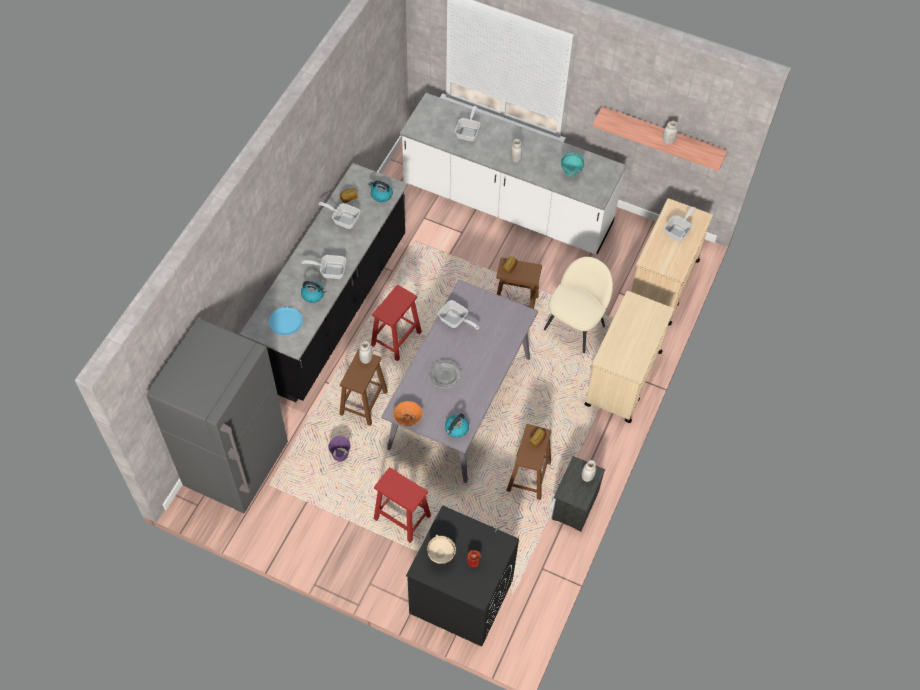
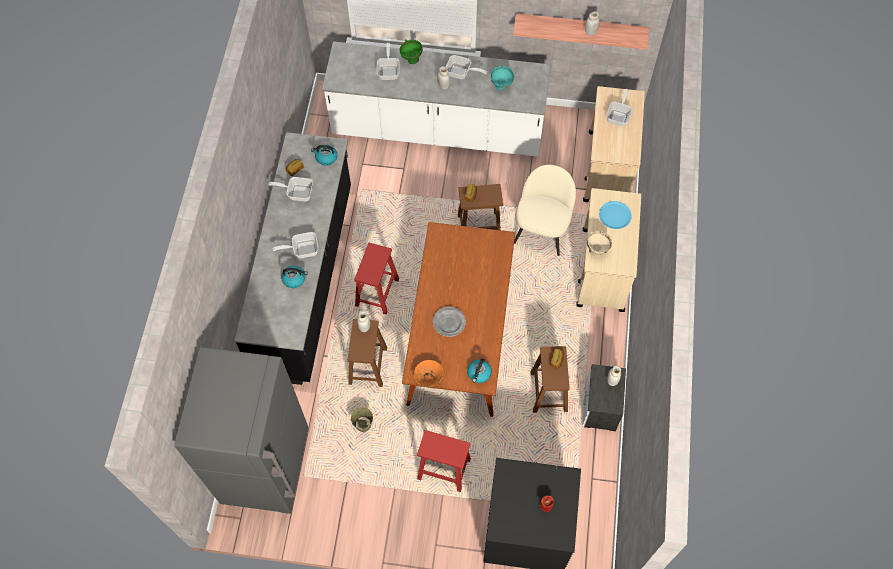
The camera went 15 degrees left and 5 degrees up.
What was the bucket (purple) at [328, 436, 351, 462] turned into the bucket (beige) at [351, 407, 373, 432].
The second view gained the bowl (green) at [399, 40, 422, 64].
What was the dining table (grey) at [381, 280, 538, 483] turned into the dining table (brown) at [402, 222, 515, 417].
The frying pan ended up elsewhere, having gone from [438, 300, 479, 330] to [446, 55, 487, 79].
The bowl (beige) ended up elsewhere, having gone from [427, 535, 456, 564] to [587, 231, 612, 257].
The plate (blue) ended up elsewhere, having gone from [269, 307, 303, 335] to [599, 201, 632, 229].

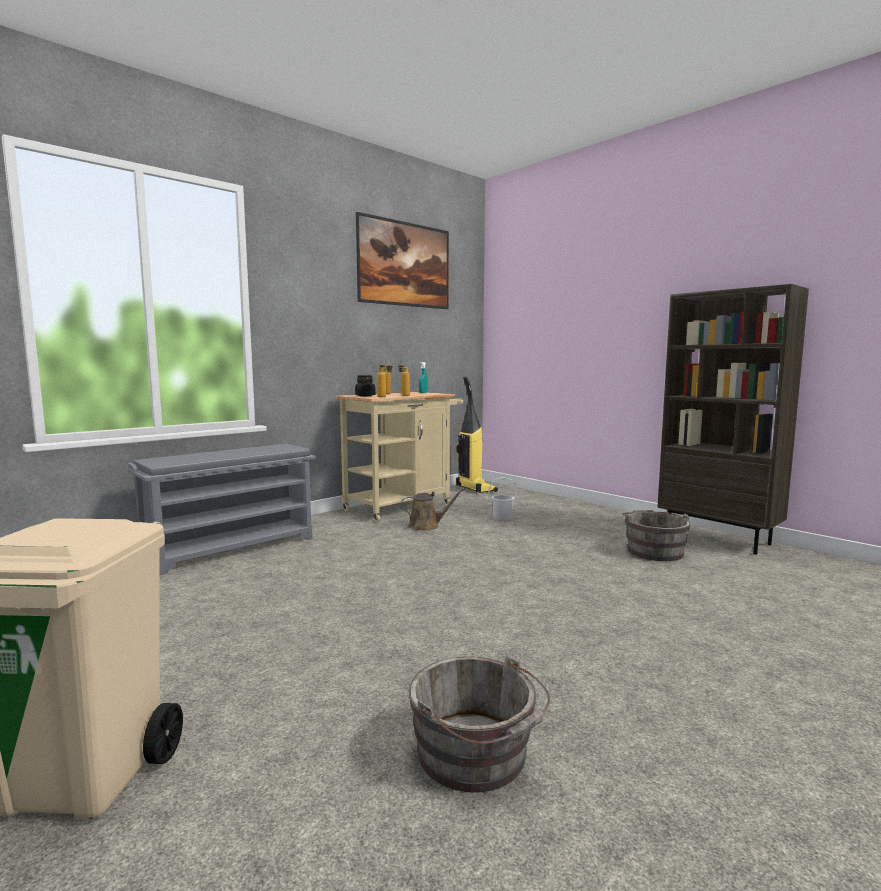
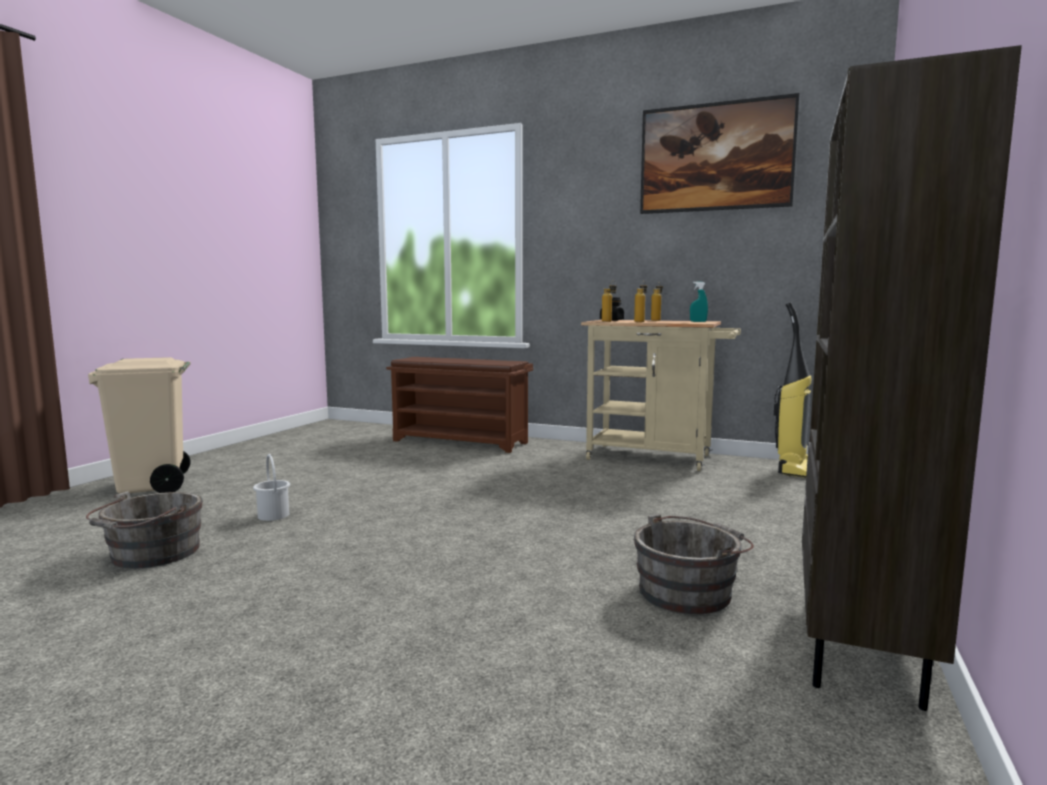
The camera went 65 degrees right and 0 degrees up.
The bucket (white) ended up elsewhere, having gone from [488, 477, 518, 520] to [253, 454, 290, 521].
What was the shoe rack (grey) at [127, 444, 316, 576] turned into the shoe rack (brown) at [386, 357, 533, 453].
The second view lost the watering can (brown) at [401, 488, 465, 531].

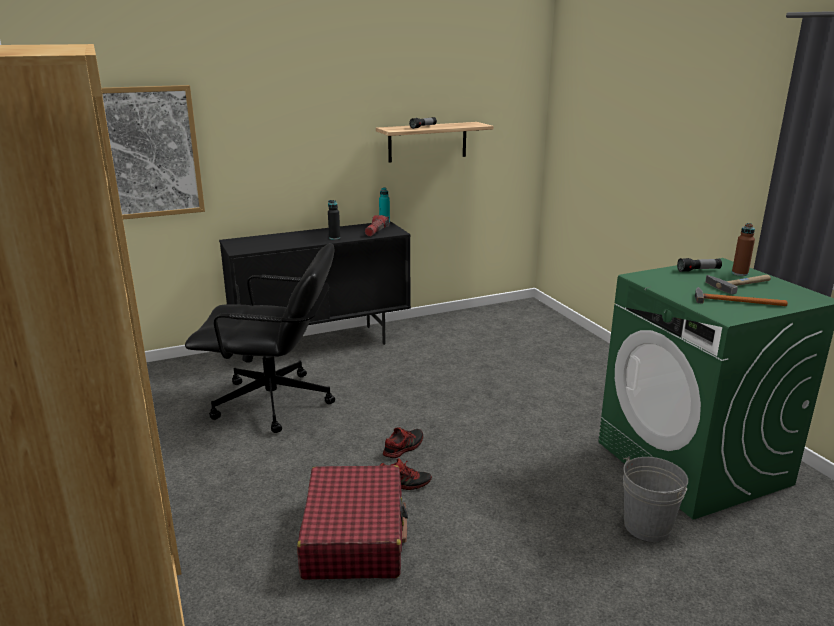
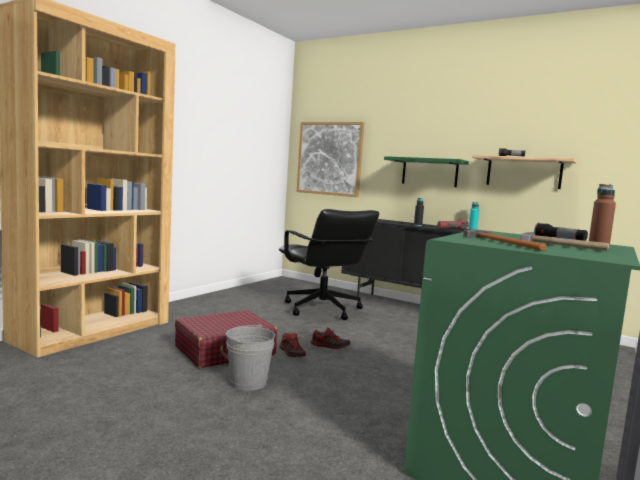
The camera went 55 degrees right and 15 degrees down.
The bucket (grey) ended up elsewhere, having gone from [623, 456, 688, 542] to [226, 324, 275, 391].
The second view gained the shelf (green) at [384, 156, 469, 187].

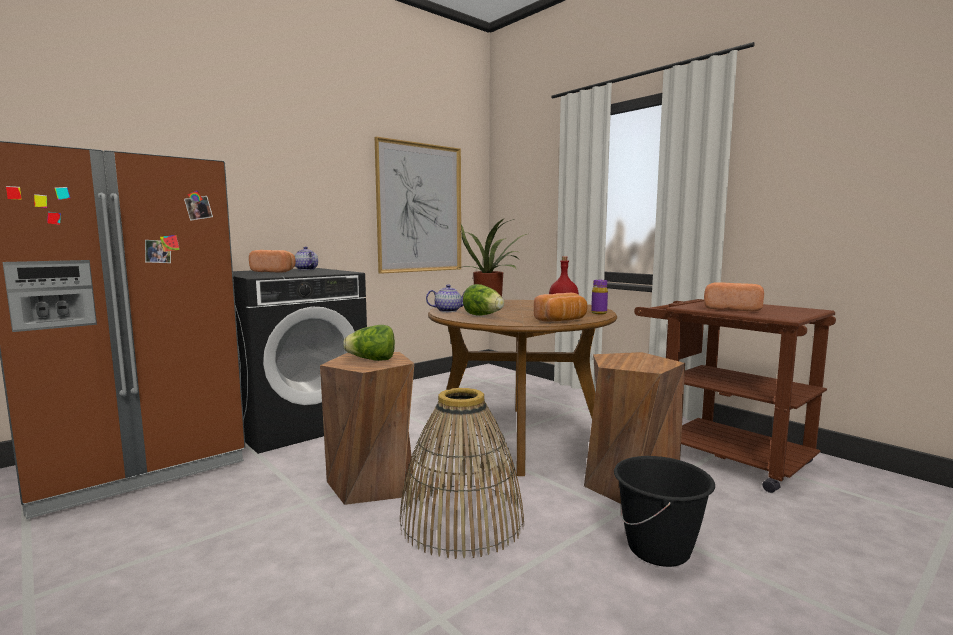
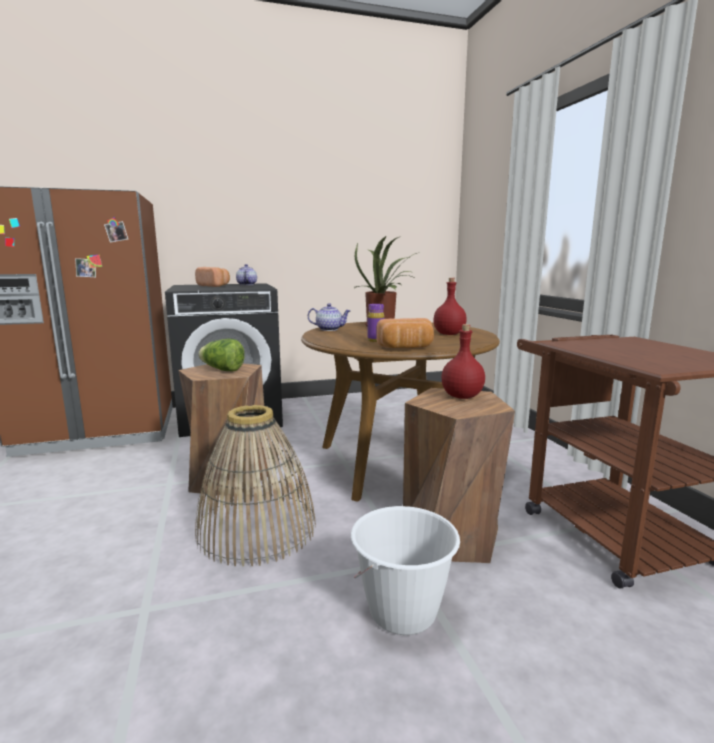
The camera went 25 degrees right and 5 degrees up.
What was the bucket (black) at [614, 456, 715, 567] turned into the bucket (white) at [351, 506, 460, 635].
The bottle (purple) ended up elsewhere, having gone from [591, 280, 608, 314] to [367, 304, 385, 342].
The second view gained the bottle (red) at [442, 324, 485, 399].
The second view lost the picture at [375, 137, 461, 274].
The second view lost the lettuce at [463, 284, 504, 316].
The second view lost the bread at [704, 282, 764, 311].

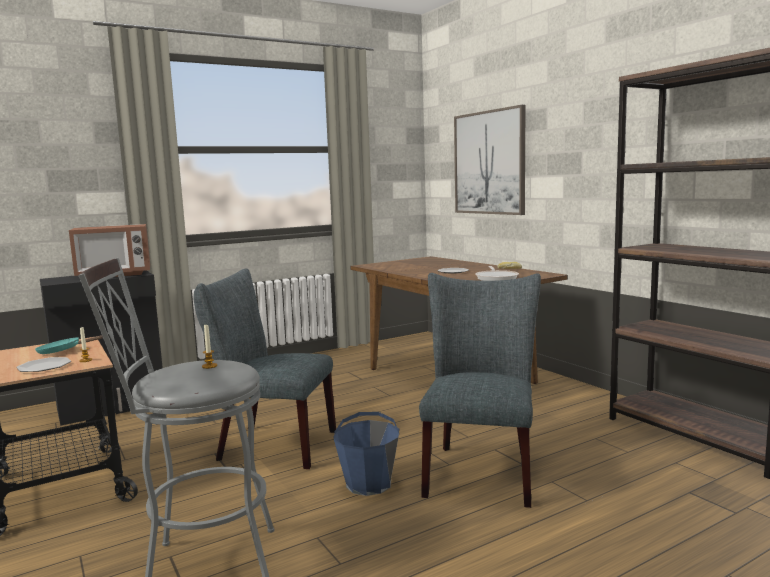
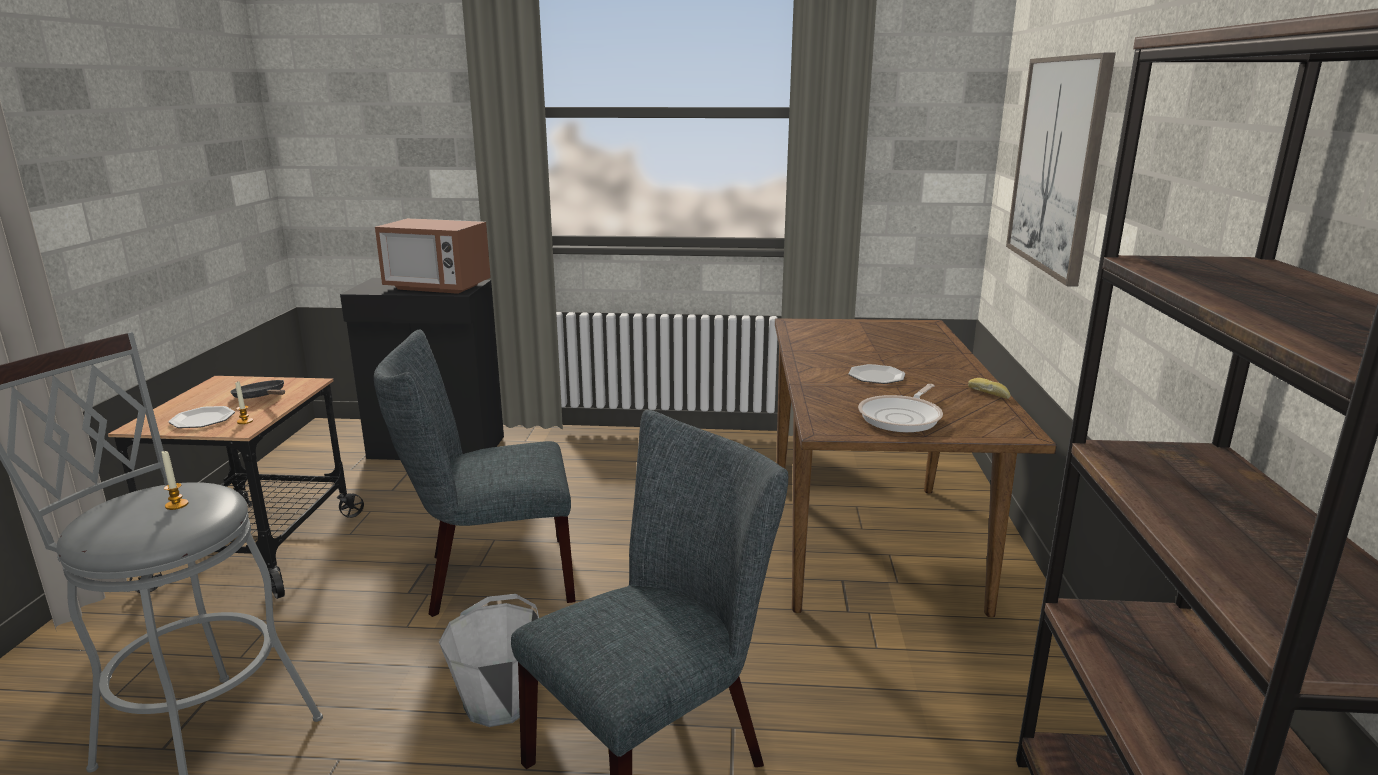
The camera went 35 degrees right and 10 degrees up.
What was the frying pan (turquoise) at [35, 335, 103, 354] turned into the frying pan (black) at [230, 380, 285, 399].
The chair (grey) at [194, 268, 336, 469] ended up facing another way, 60 degrees counterclockwise from before.
What was the bucket (blue) at [333, 412, 399, 496] turned into the bucket (grey) at [439, 594, 539, 727].

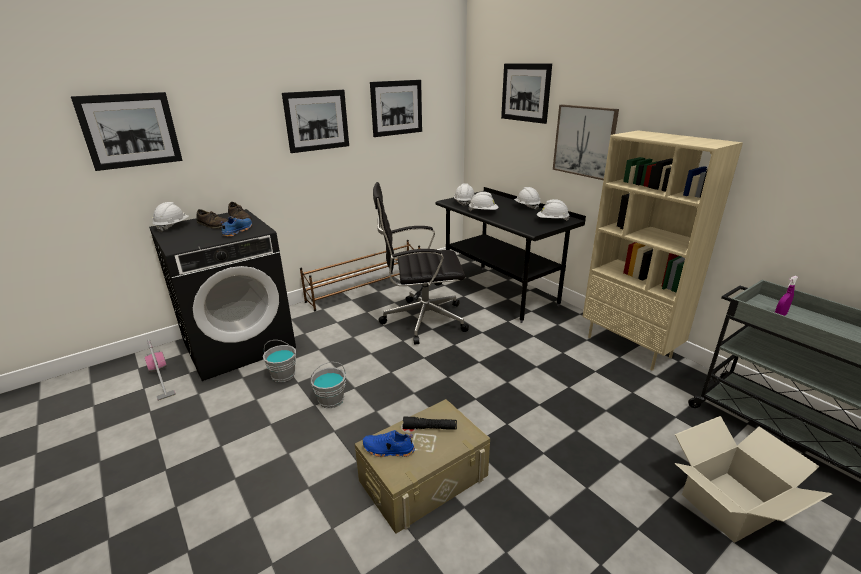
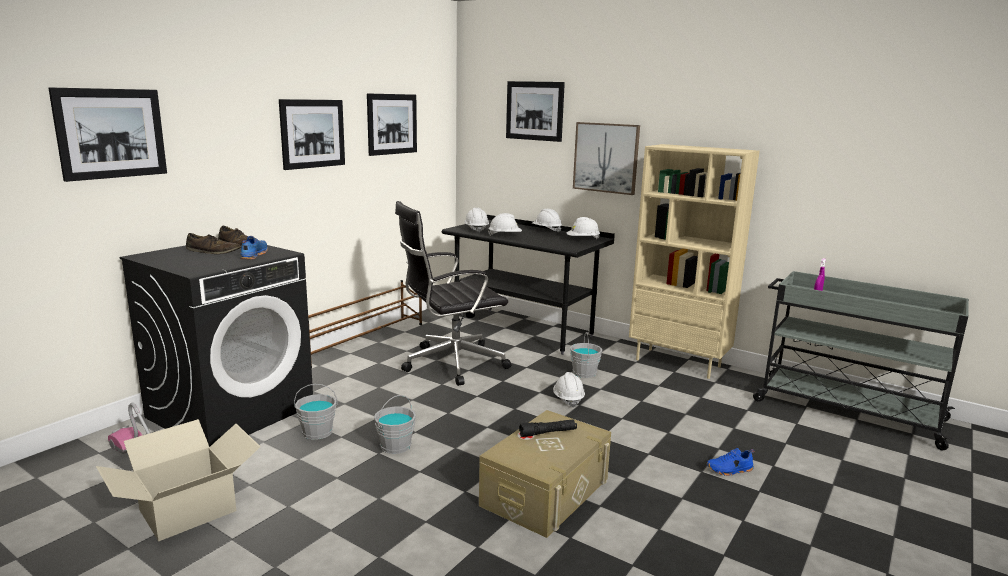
The camera went 20 degrees left and 10 degrees down.
The cardboard box ended up elsewhere, having gone from [674, 416, 832, 543] to [96, 419, 260, 541].
The hard hat (white) ended up elsewhere, having gone from [152, 202, 189, 232] to [553, 372, 585, 408].
The second view gained the bucket (grey) at [570, 332, 602, 378].
The shoe (blue) ended up elsewhere, having gone from [363, 430, 415, 457] to [707, 448, 754, 476].

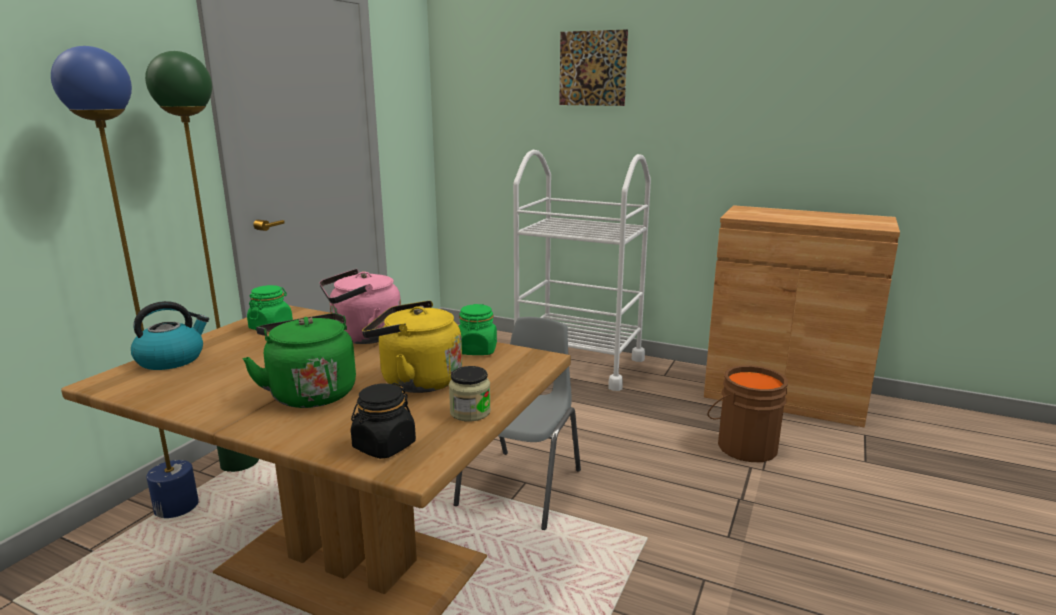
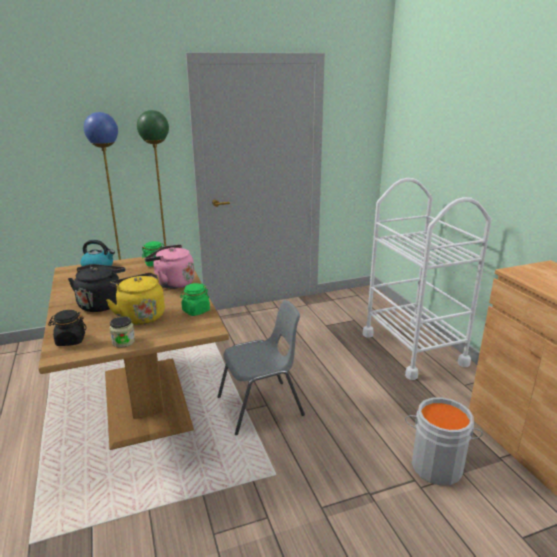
The camera went 45 degrees right and 5 degrees up.
What was the kettle (green) at [242, 313, 356, 408] turned into the kettle (black) at [68, 264, 125, 312].
What was the bucket (brown) at [707, 365, 788, 462] turned into the bucket (grey) at [405, 397, 483, 486].
The second view lost the picture at [559, 29, 628, 106].

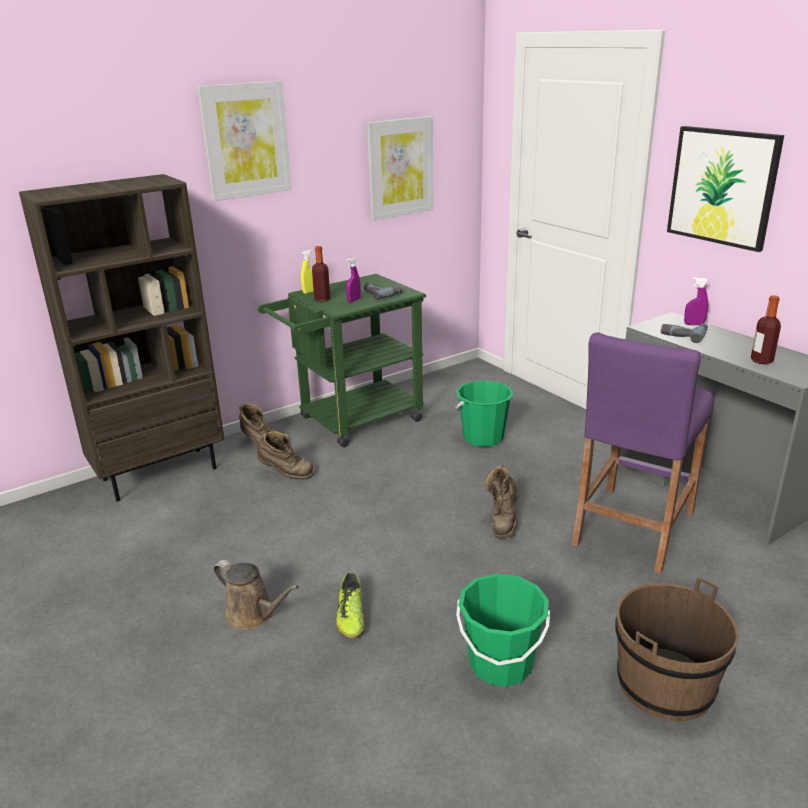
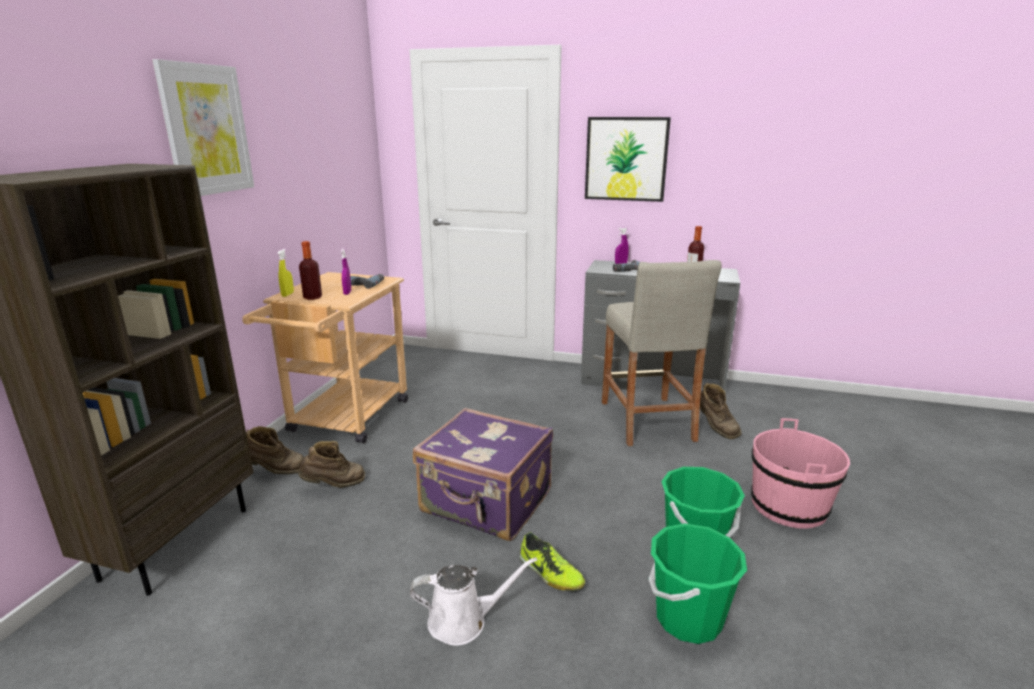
The camera went 40 degrees left and 5 degrees down.
What was the cart (green) at [258, 274, 426, 447] turned into the cart (beige) at [242, 272, 408, 444].
What was the watering can (brown) at [213, 560, 299, 630] turned into the watering can (white) at [410, 557, 537, 646].
The second view gained the suitcase (purple) at [413, 408, 553, 541].
What was the stool (purple) at [572, 332, 714, 574] turned into the stool (beige) at [602, 260, 722, 446].
The bucket (green) ended up elsewhere, having gone from [455, 380, 513, 447] to [648, 523, 747, 644].
The boot (brown) ended up elsewhere, having gone from [483, 465, 519, 539] to [700, 383, 742, 439].
What was the bucket (brown) at [615, 576, 739, 722] turned into the bucket (pink) at [751, 418, 850, 529].
The second view lost the picture at [367, 116, 434, 220].

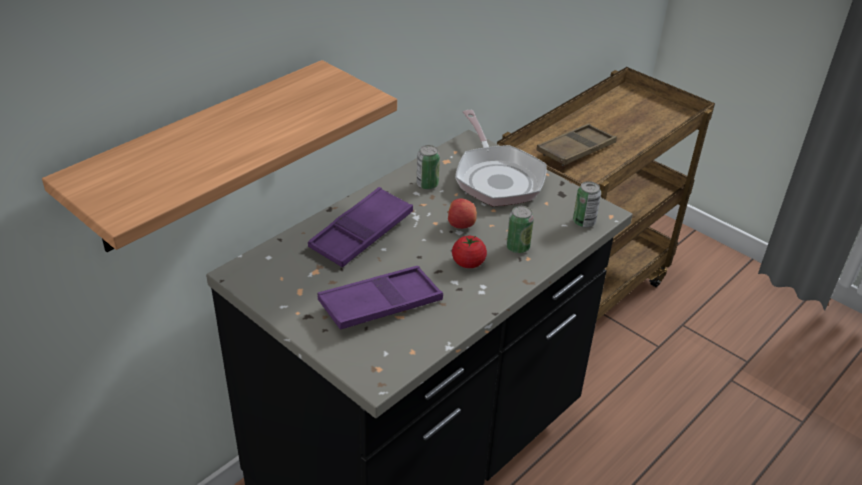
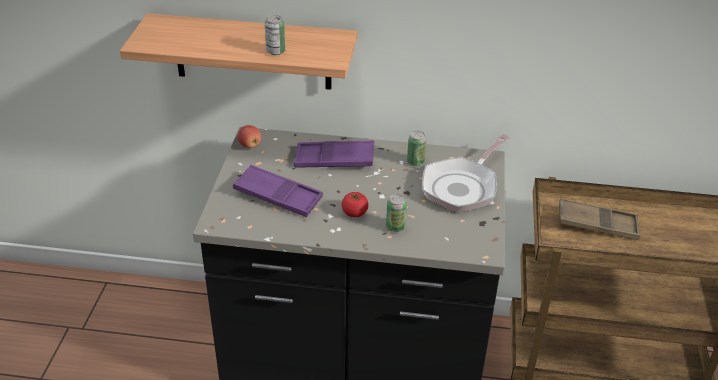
The camera went 55 degrees right and 0 degrees up.
The apple ended up elsewhere, having gone from [447, 198, 477, 229] to [237, 125, 261, 148].
The can ended up elsewhere, having gone from [573, 181, 601, 228] to [265, 15, 285, 55].

